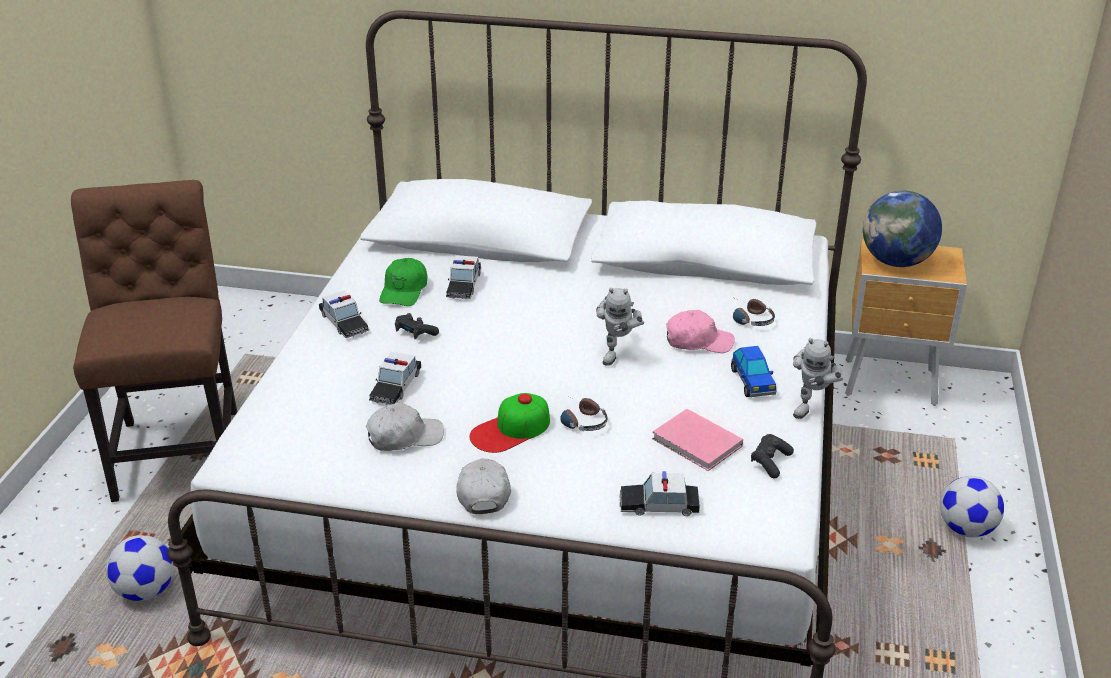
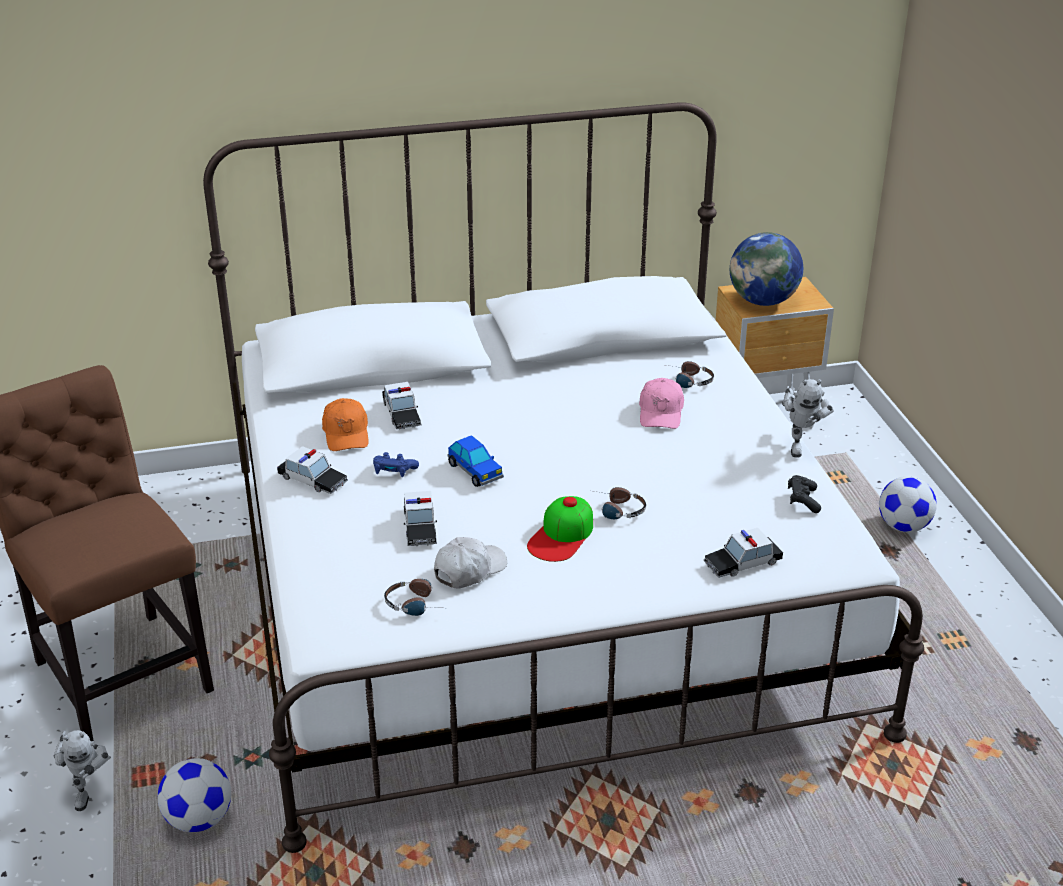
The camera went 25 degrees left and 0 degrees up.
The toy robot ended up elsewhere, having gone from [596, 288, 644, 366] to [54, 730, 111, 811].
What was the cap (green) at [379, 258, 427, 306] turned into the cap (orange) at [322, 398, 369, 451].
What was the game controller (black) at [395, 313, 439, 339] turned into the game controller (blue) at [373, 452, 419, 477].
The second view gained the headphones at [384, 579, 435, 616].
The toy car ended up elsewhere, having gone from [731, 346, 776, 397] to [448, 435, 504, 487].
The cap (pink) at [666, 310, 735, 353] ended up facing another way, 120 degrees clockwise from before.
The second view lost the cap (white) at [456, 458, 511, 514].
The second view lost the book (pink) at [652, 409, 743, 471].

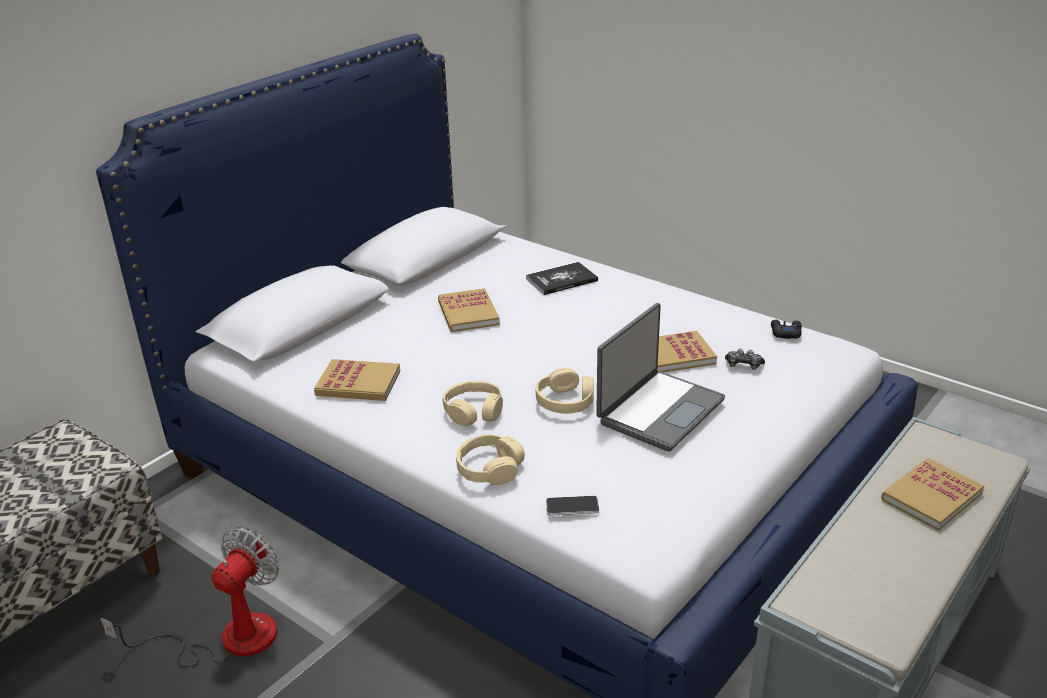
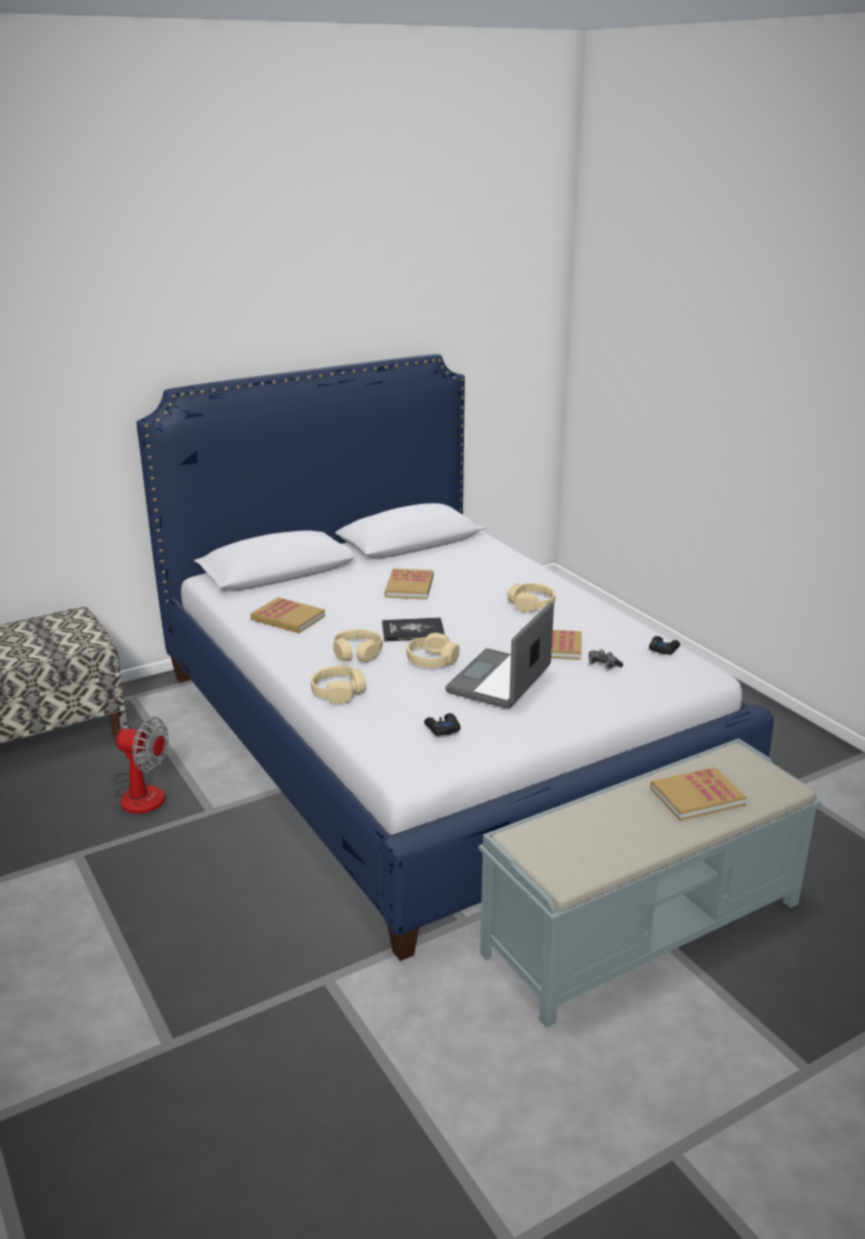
The camera went 20 degrees right and 5 degrees down.
The fan at [100, 527, 279, 667] ended up facing another way, 60 degrees clockwise from before.
The book ended up elsewhere, having gone from [526, 262, 598, 295] to [382, 617, 445, 642].
The second view gained the game controller (black) at [424, 713, 461, 736].
The laptop at [596, 303, 725, 452] ended up facing another way, 150 degrees clockwise from before.
The second view gained the headphones (beige) at [507, 583, 555, 613].
The second view lost the phone at [546, 496, 599, 516].

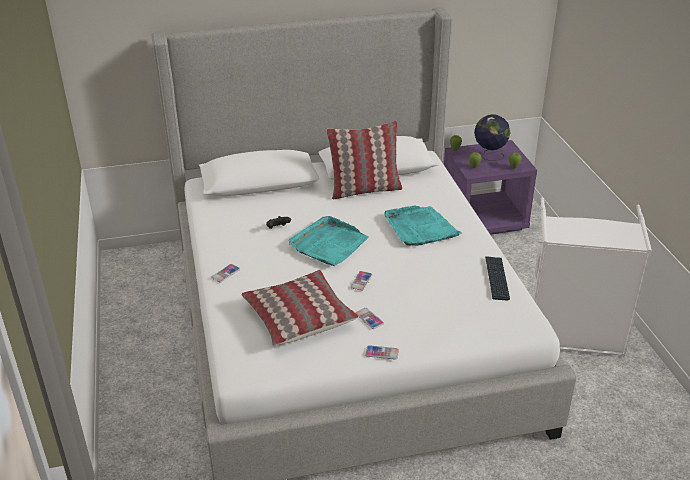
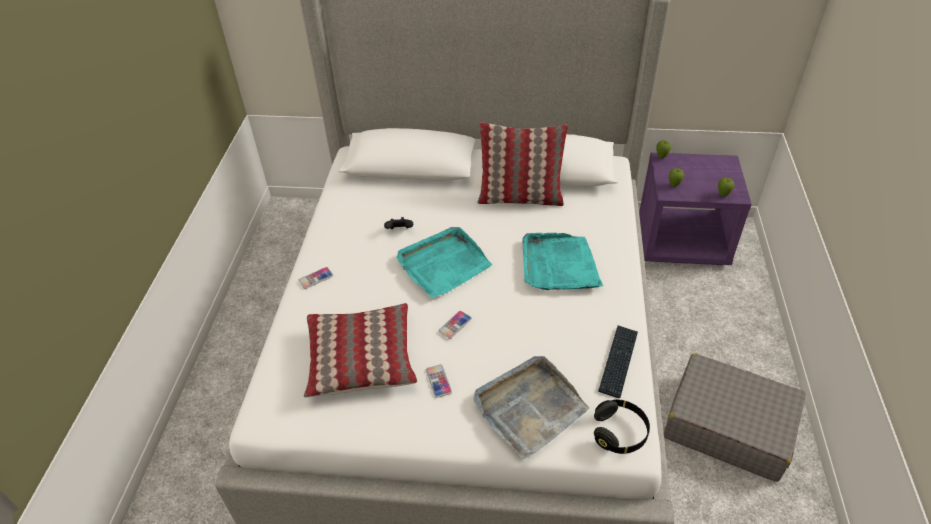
The camera went 20 degrees right and 10 degrees up.
The second view gained the tray (grey) at [473, 356, 589, 460].
The second view gained the headphones (black) at [594, 399, 650, 454].
Where the laundry basket (white) stood at [533, 197, 652, 357], the suitcase (grey) came to stand at [664, 354, 806, 482].
The second view lost the phone at [365, 345, 399, 360].
The second view lost the globe at [474, 114, 511, 161].

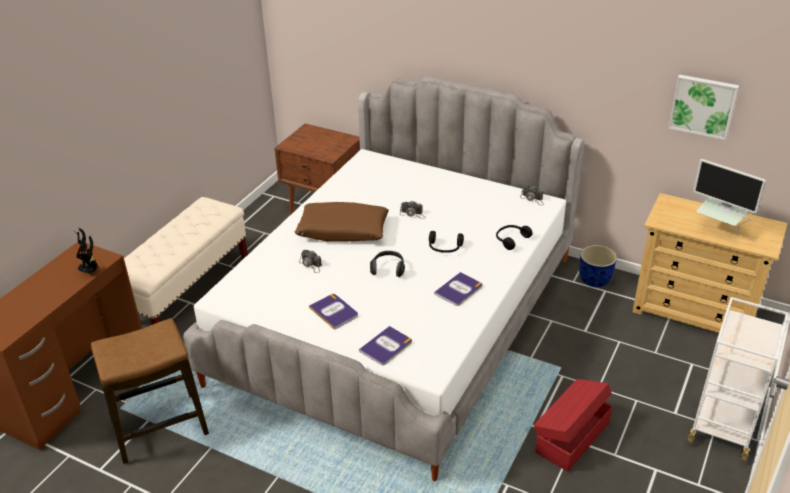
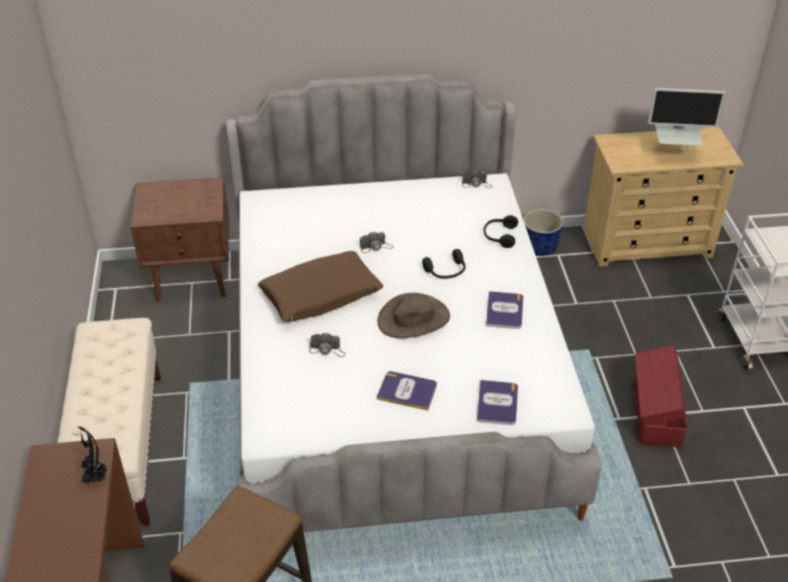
The camera went 35 degrees left and 5 degrees up.
Where the headphones stood at [370, 251, 405, 277], the hat (brown) came to stand at [378, 293, 450, 338].
The second view lost the picture at [668, 75, 739, 140].

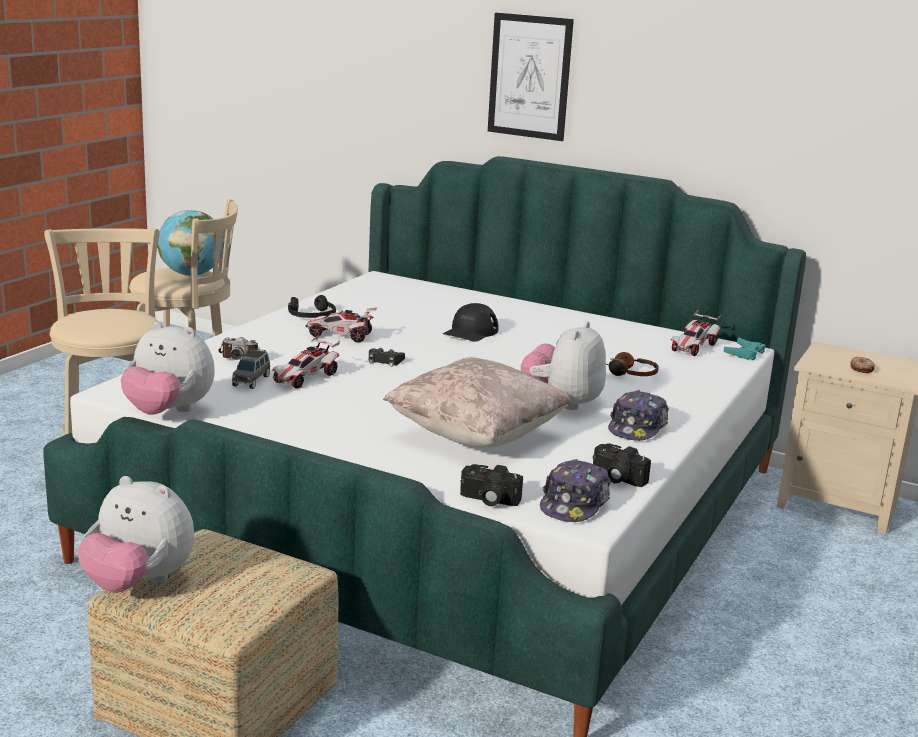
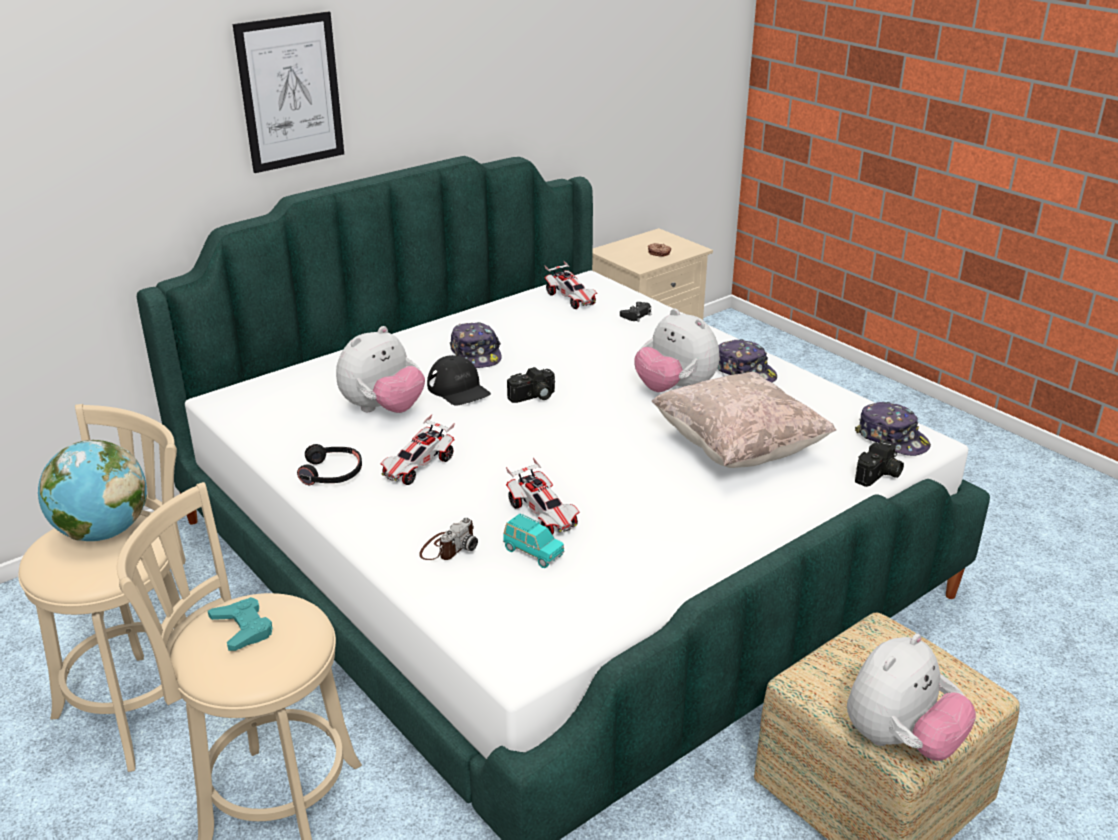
The camera went 65 degrees left and 10 degrees up.
The game controller (turquoise) ended up elsewhere, having gone from [724, 337, 765, 360] to [208, 597, 273, 651].
The plush toy ended up elsewhere, having gone from [121, 322, 215, 415] to [336, 326, 425, 413].
The second view gained the cap at [450, 322, 502, 368].
What was the toy car (grey) at [232, 348, 270, 389] turned into the toy car (turquoise) at [503, 513, 565, 568].
The photo camera ended up elsewhere, having gone from [593, 443, 651, 487] to [507, 367, 555, 403].
The game controller (black) ended up elsewhere, having gone from [369, 348, 405, 367] to [620, 302, 651, 322].
The second view lost the headphones at [606, 352, 659, 376].

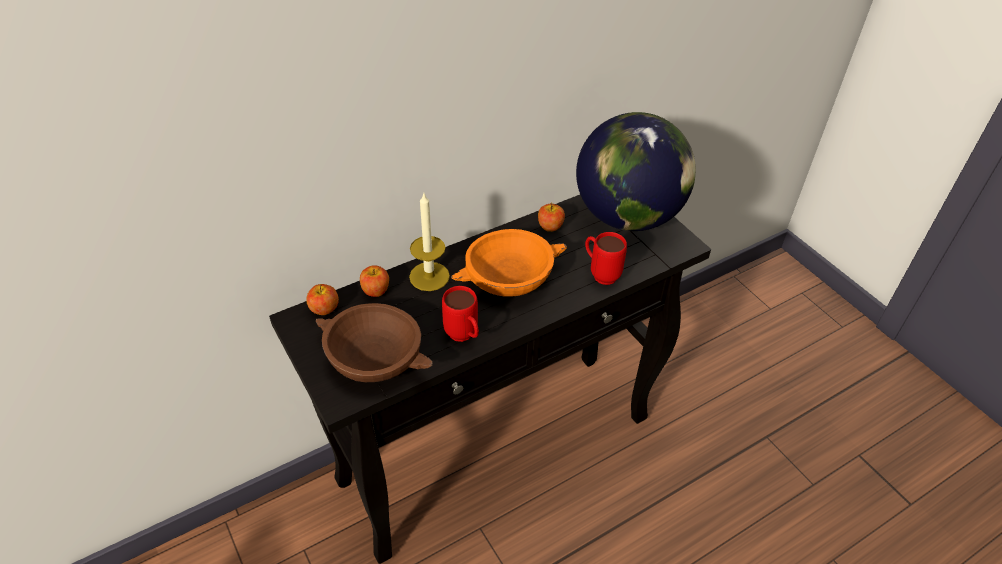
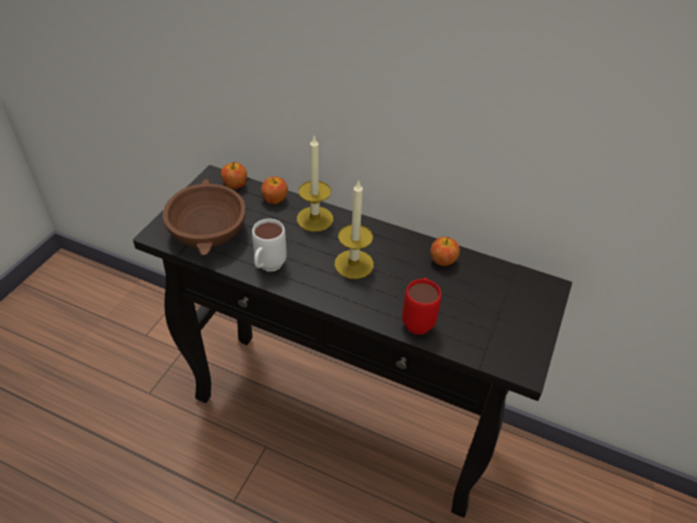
The camera went 55 degrees right and 0 degrees up.
What was the mug (red) at [442, 286, 479, 342] turned into the mug (white) at [252, 219, 287, 272].
Where the bowl (orange) stood at [451, 229, 567, 297], the candle came to stand at [334, 180, 374, 279].
The second view lost the globe at [576, 112, 696, 231].

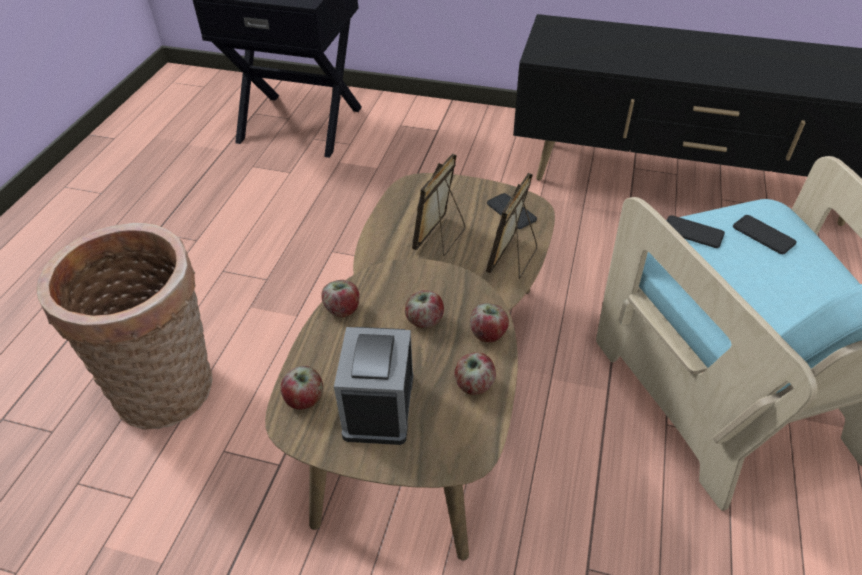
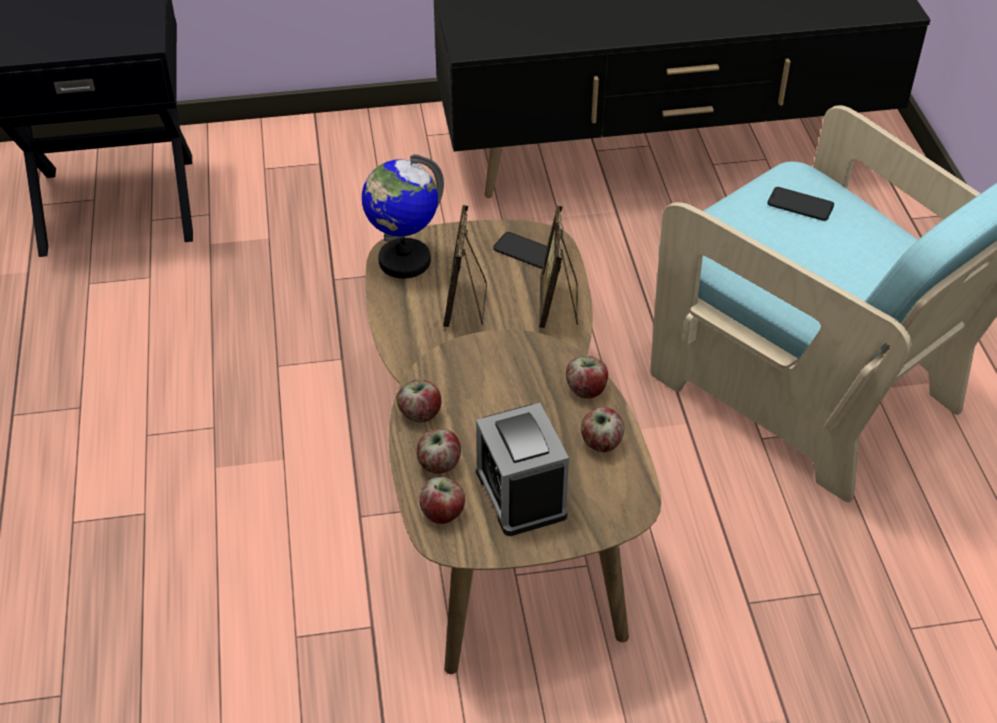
The camera went 25 degrees left and 0 degrees up.
The second view gained the globe at [362, 154, 444, 278].
The apple ended up elsewhere, having gone from [405, 290, 444, 328] to [417, 429, 461, 474].
The second view lost the basket at [36, 223, 213, 430].
The second view lost the phone at [667, 215, 725, 248].

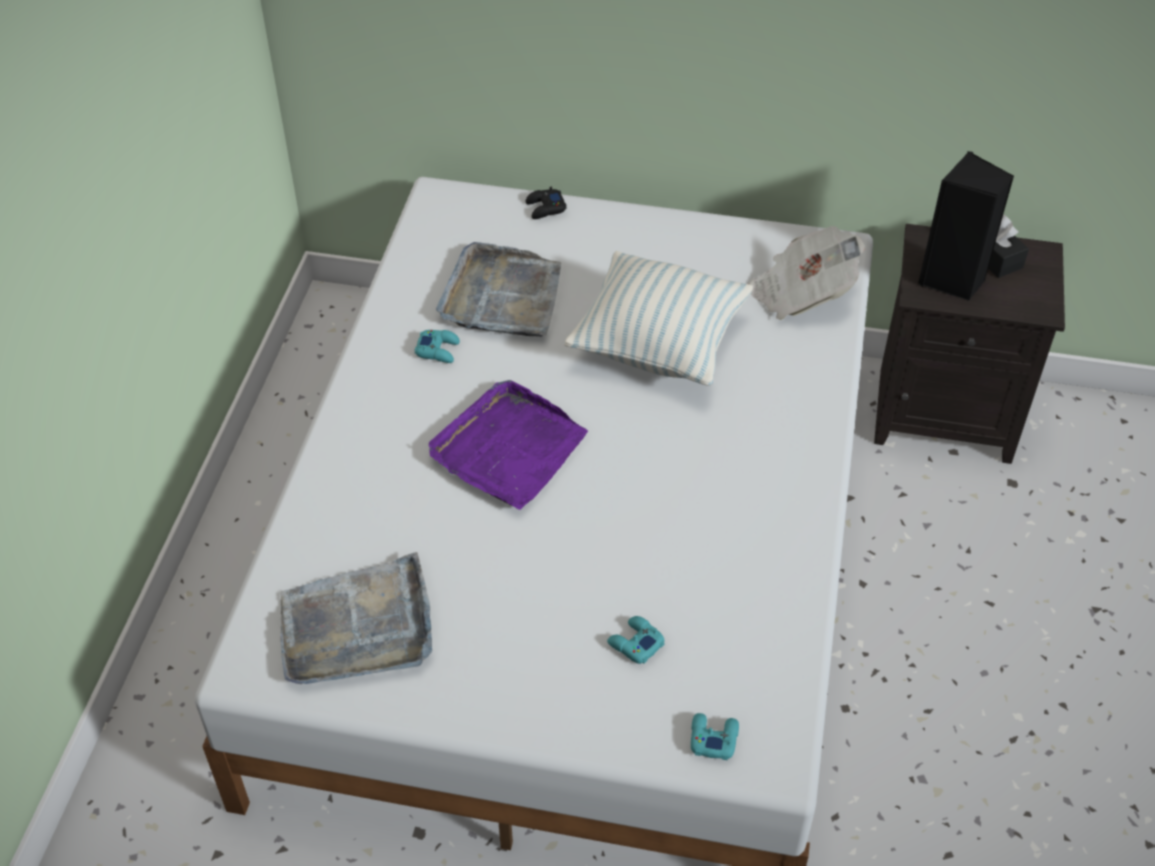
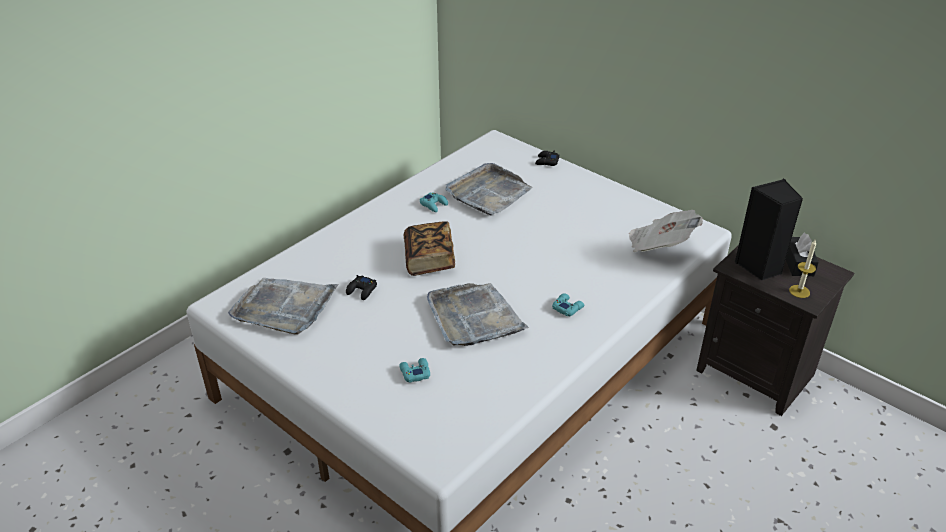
The camera went 30 degrees right and 10 degrees down.
The second view gained the game controller (black) at [346, 275, 377, 300].
Where the tray (purple) stood at [429, 380, 588, 510], the book came to stand at [404, 221, 455, 276].
The second view gained the tray (grey) at [427, 283, 529, 346].
The game controller (turquoise) ended up elsewhere, having gone from [691, 713, 739, 760] to [552, 293, 584, 316].
The second view gained the candle at [789, 240, 816, 298].
The second view lost the pillow at [564, 251, 753, 386].

